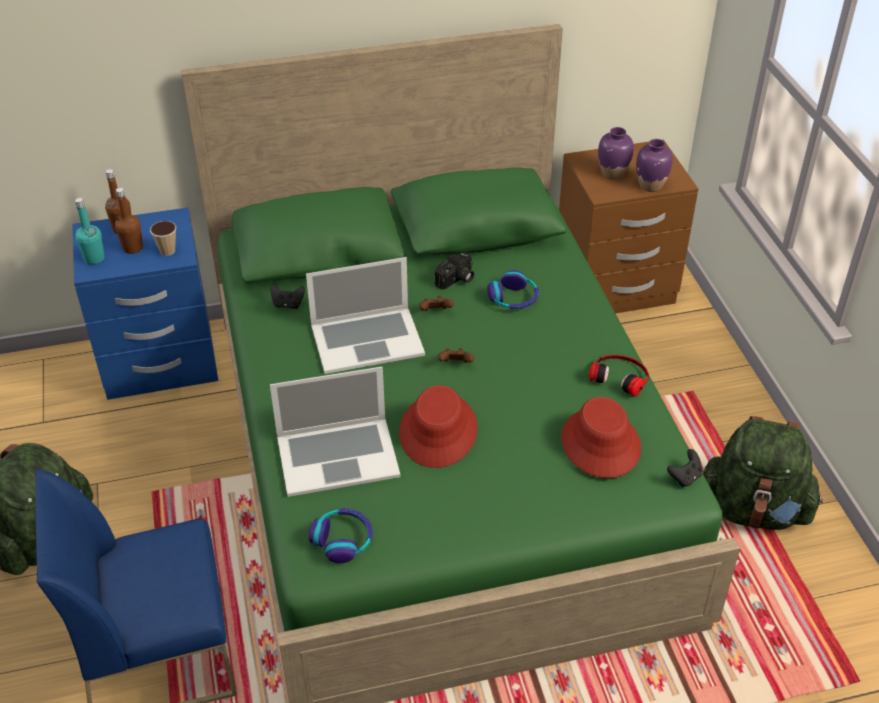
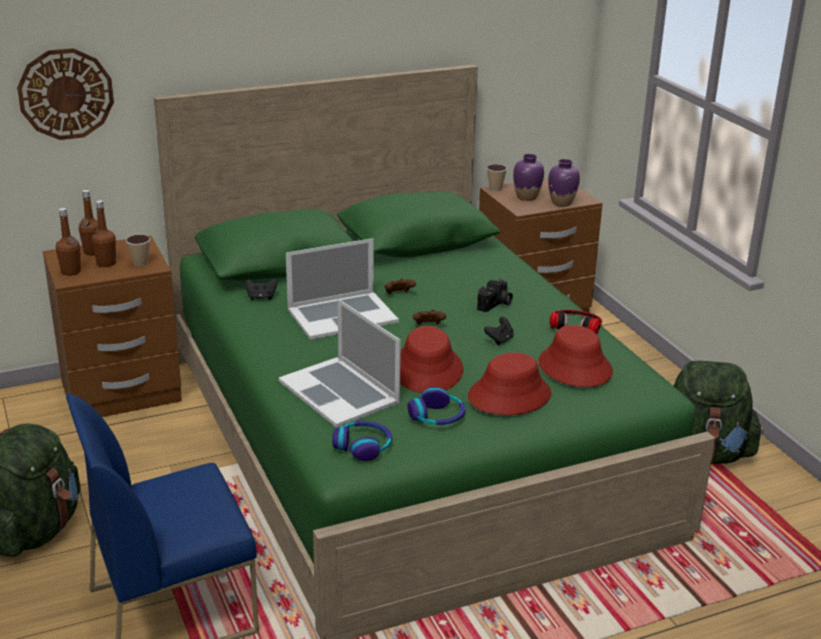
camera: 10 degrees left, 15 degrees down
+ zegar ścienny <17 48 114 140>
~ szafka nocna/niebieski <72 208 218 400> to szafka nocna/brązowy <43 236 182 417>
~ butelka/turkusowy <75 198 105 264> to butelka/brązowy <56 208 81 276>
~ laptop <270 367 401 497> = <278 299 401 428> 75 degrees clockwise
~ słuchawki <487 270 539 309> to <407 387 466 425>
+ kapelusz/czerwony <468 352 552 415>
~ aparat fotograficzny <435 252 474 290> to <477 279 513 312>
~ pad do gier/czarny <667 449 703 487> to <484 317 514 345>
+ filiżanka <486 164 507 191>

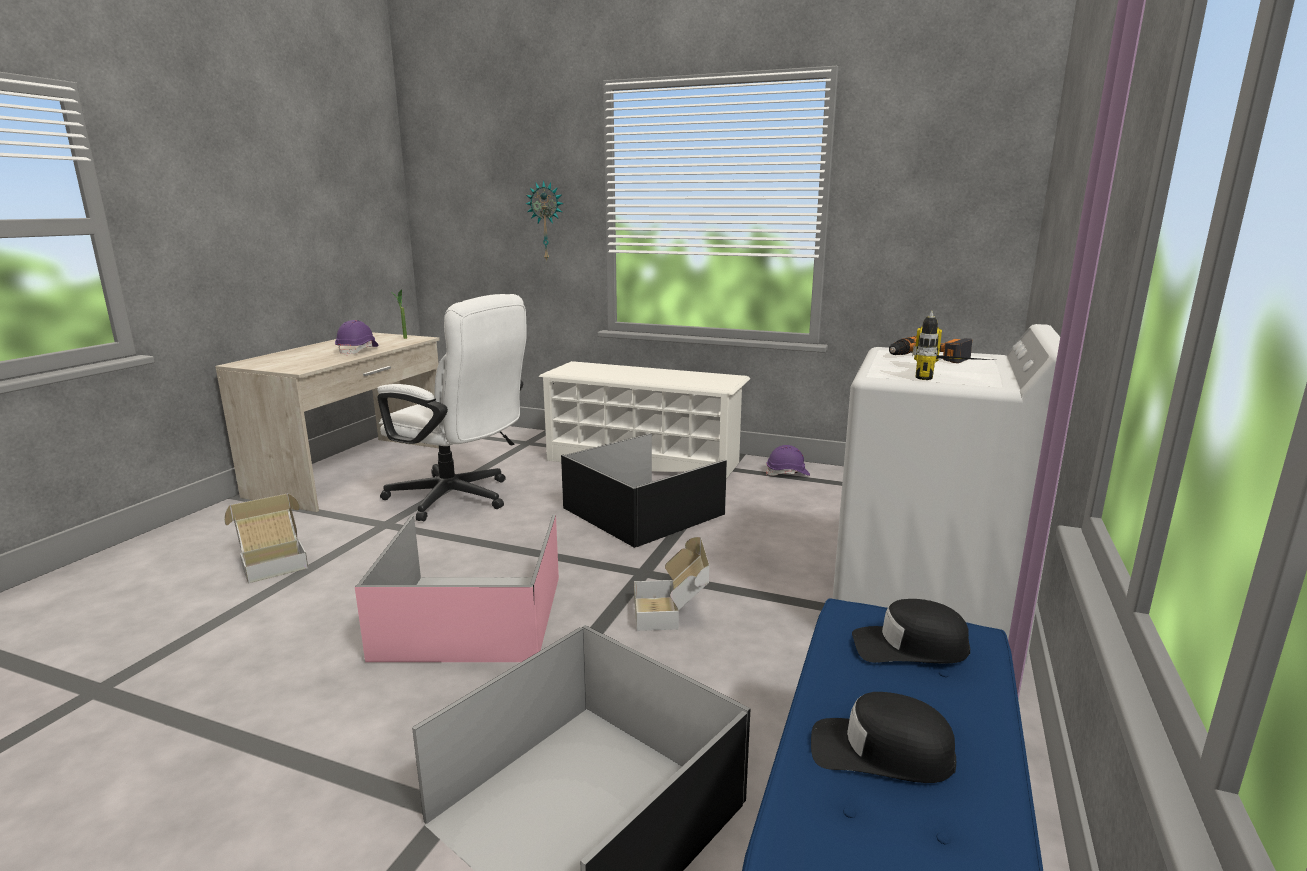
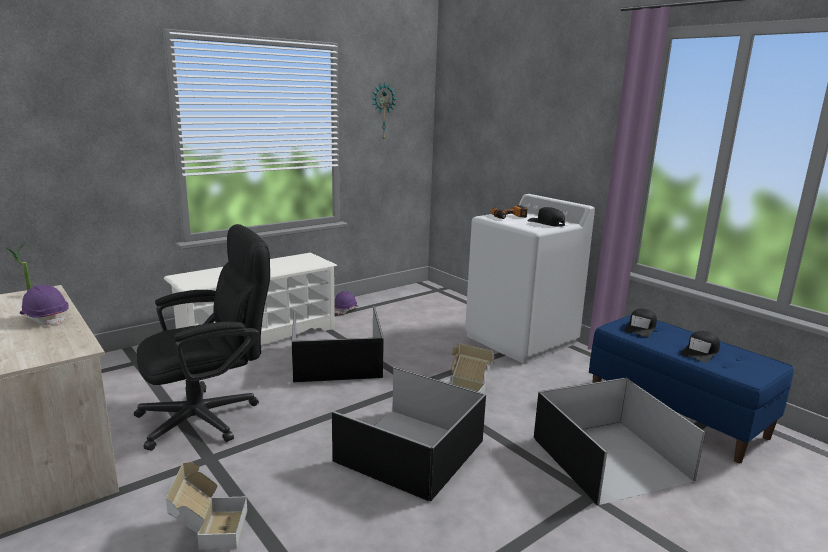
camera: 60 degrees left, 0 degrees up
~ krzesło biurowe/biały <377 294 527 522> to krzesło biurowe/czarny <134 224 270 451>
~ pojemnik do przechowywania/różowy <355 515 559 662> to pojemnik do przechowywania/czarny <332 367 486 501>
~ zegar ścienny <525 180 564 261> to <372 83 396 139>
~ wiertarka <912 311 992 380> to czapka z daszkiem/czarny <527 207 565 227>

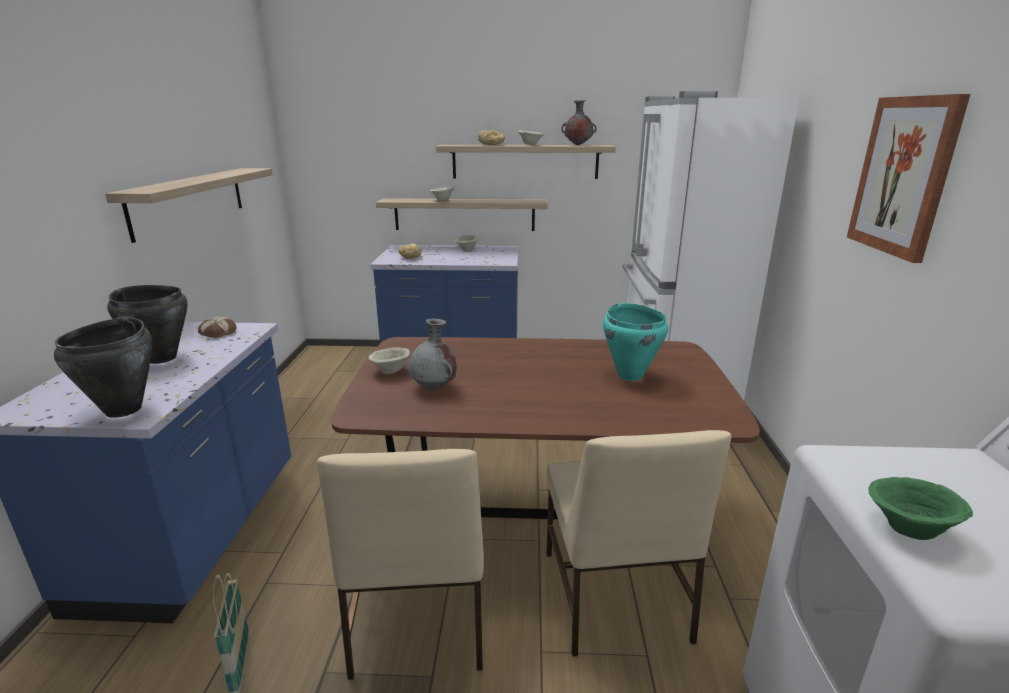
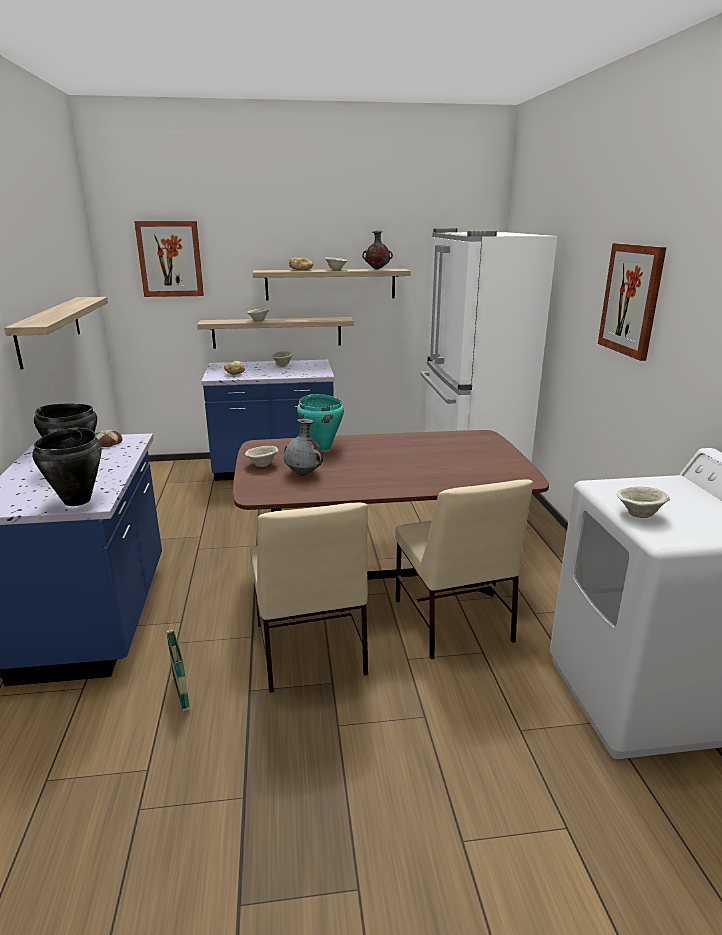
camera: 10 degrees left, 0 degrees up
+ obraz <134 221 204 297>
~ garnek/turkusowy <603 303 668 381> to <297 394 344 451>
~ miska/zielony <868 477 973 540> to miska/beżowy <617 486 670 518>

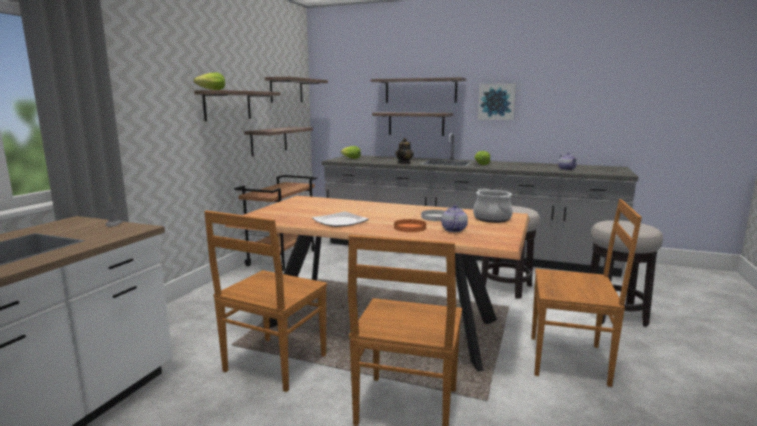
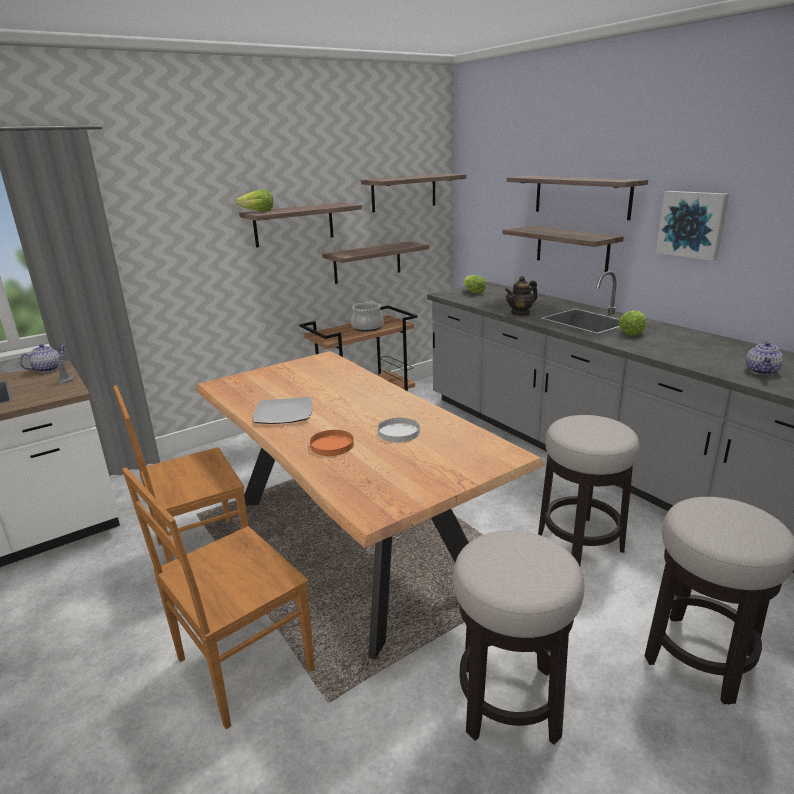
camera: 35 degrees right, 10 degrees up
~ imbryk <441 205 468 232> to <19 344 66 373>
~ garnek <473 189 513 223> to <351 301 384 331>
~ krzesło/brązowy <532 199 642 387> to stołek <453 530 584 745>

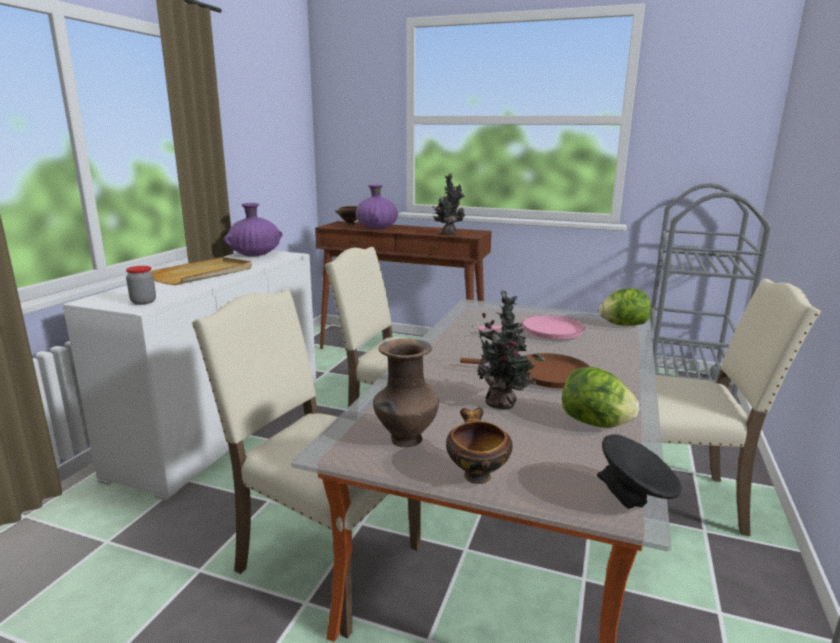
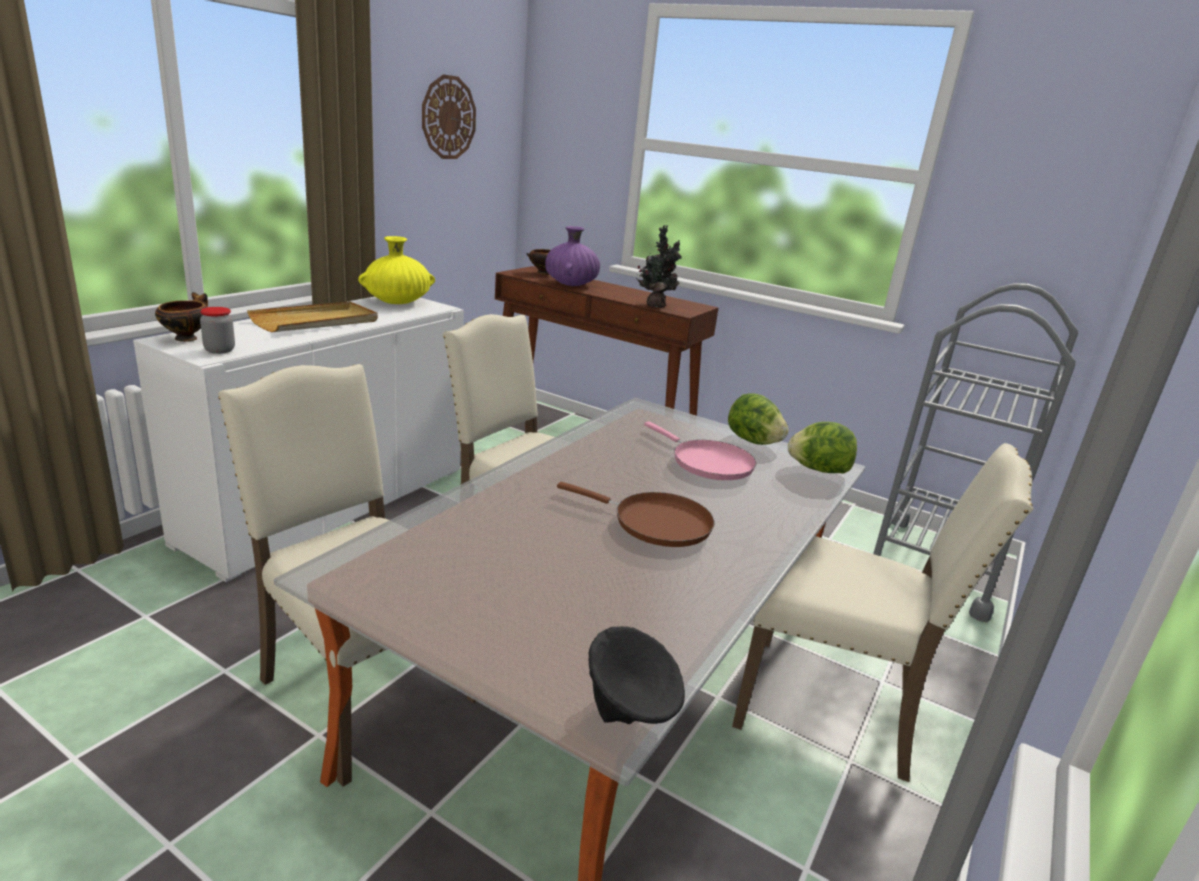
camera: 10 degrees right, 5 degrees up
~ miska <446 407 512 484> to <155 292 208 342>
~ wazon/fioletowy <224 203 282 256> to wazon/żółty <358 236 435 304>
+ zegar ścienny <422 74 476 159>
~ patelnia/różowy <478 315 585 340> = <644 422 756 480> 45 degrees clockwise
~ sałata <562 367 639 428> to <728 394 789 445>
- wazon/brązowy <373 338 439 447>
- roślina doniczkowa <472 290 544 410>

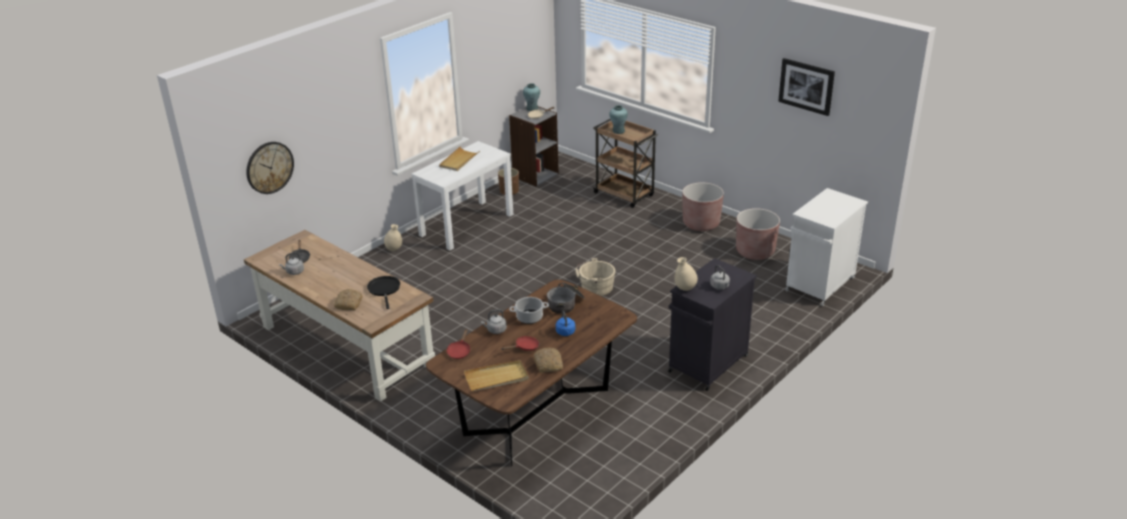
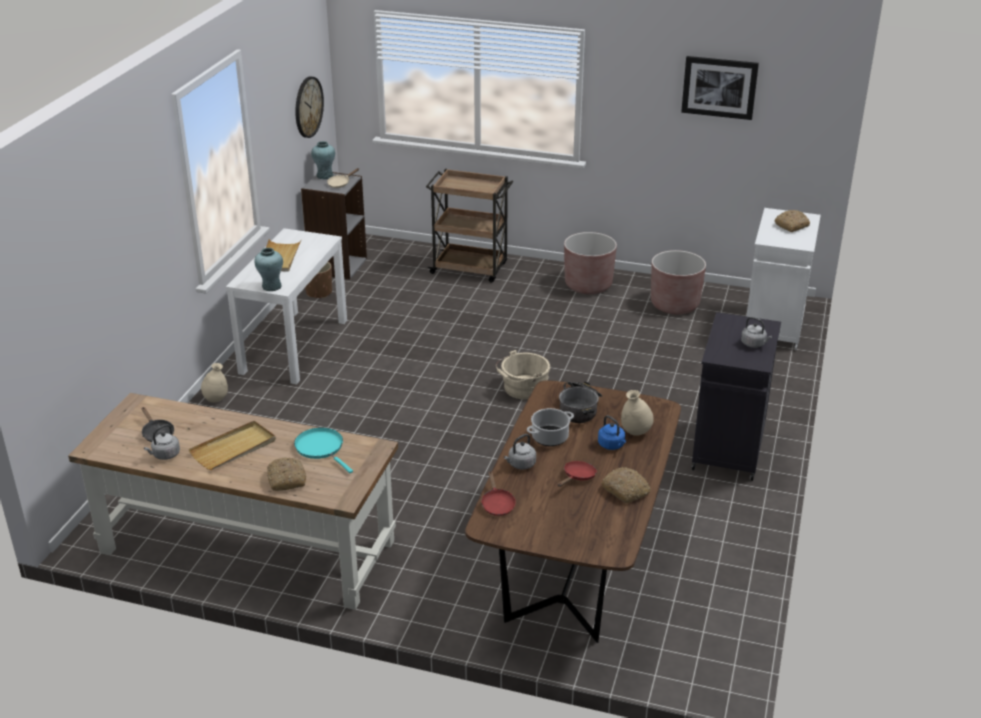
camera: 25 degrees left, 0 degrees up
~ taca/beżowy <464 360 529 391> to <189 421 276 470>
~ wazon/turkusowy <609 105 628 134> to <254 248 283 291>
~ patelnia/czarny <367 276 400 309> to patelnia/turkusowy <294 427 353 473>
~ zegar ścienny <246 142 294 194> to <295 76 324 138>
~ wazon/beżowy <675 257 698 291> to <621 390 654 436>
+ chleb <775 210 810 232>

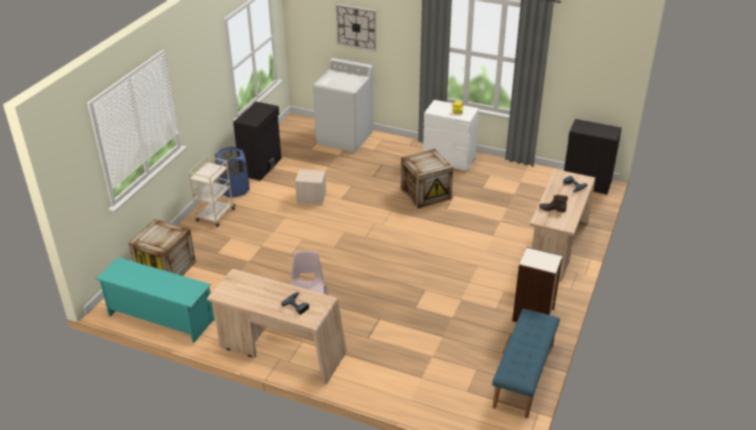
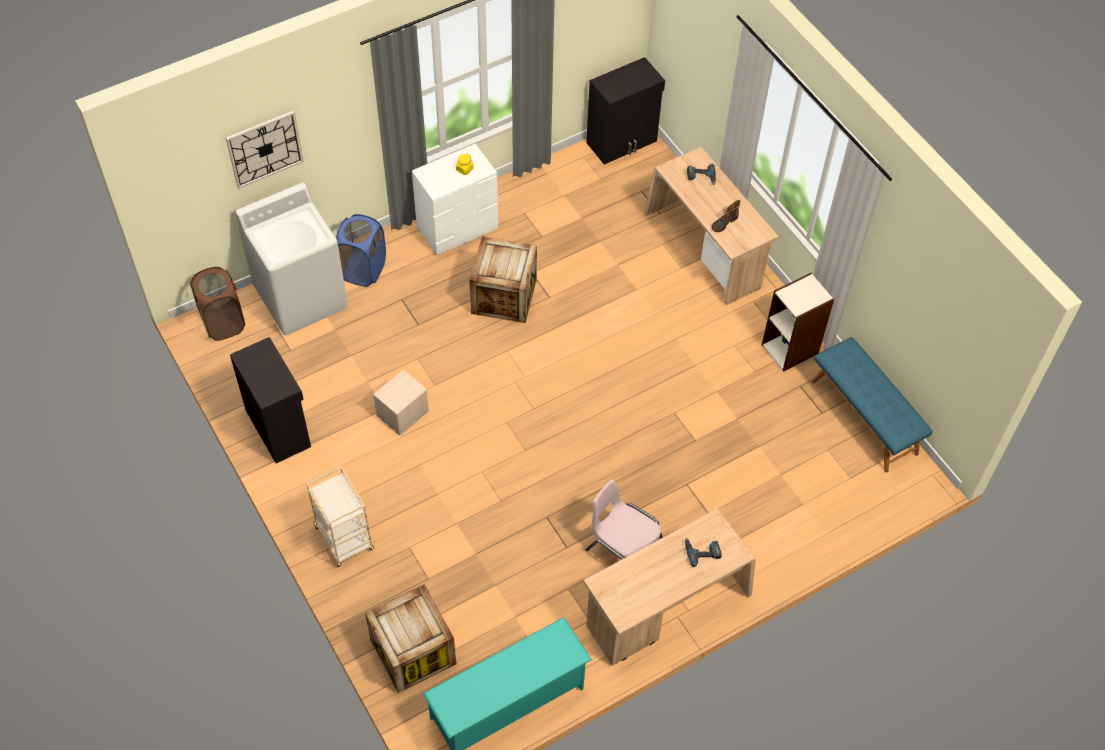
camera: 55 degrees left, 20 degrees up
+ kosz na pranie/brązowy <190 267 245 341>
~ kosz na pranie/niebieski <215 147 249 198> to <336 214 386 287>

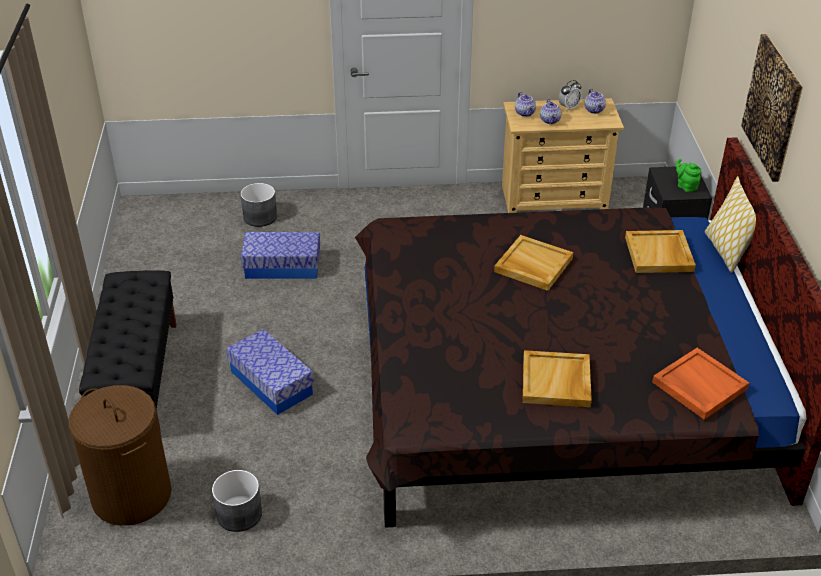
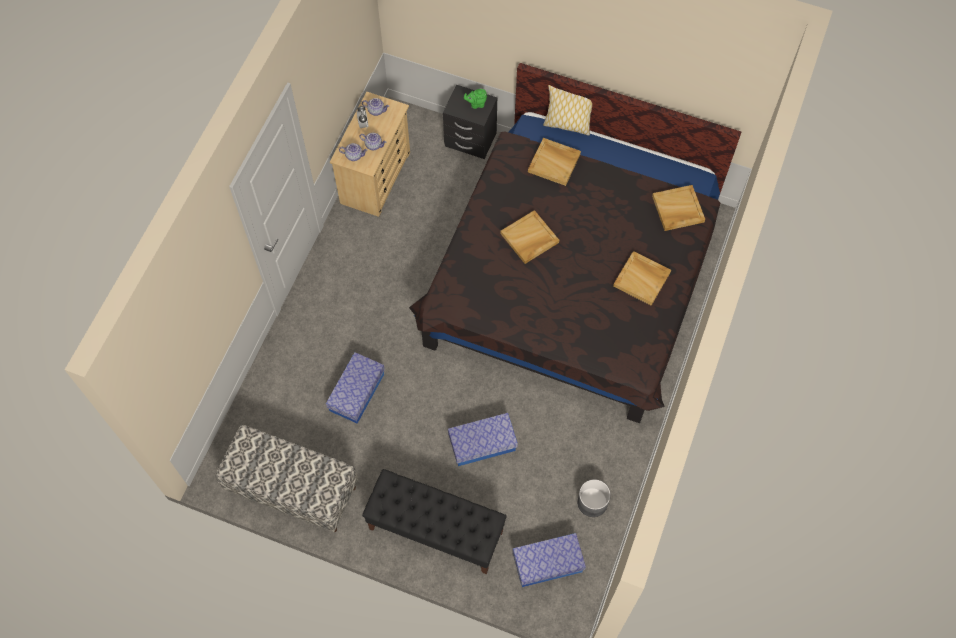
camera: 65 degrees left, 25 degrees up
+ ławka <215 425 358 532>
~ kosz na pranie/brązowy <68 385 172 526> to pojemnik do przechowywania <512 533 586 587>
~ taca/pomarańczowy <652 348 749 420> to taca/beżowy <652 185 705 231>
- donica/szary <240 183 277 227>
- obraz <741 34 803 182>

